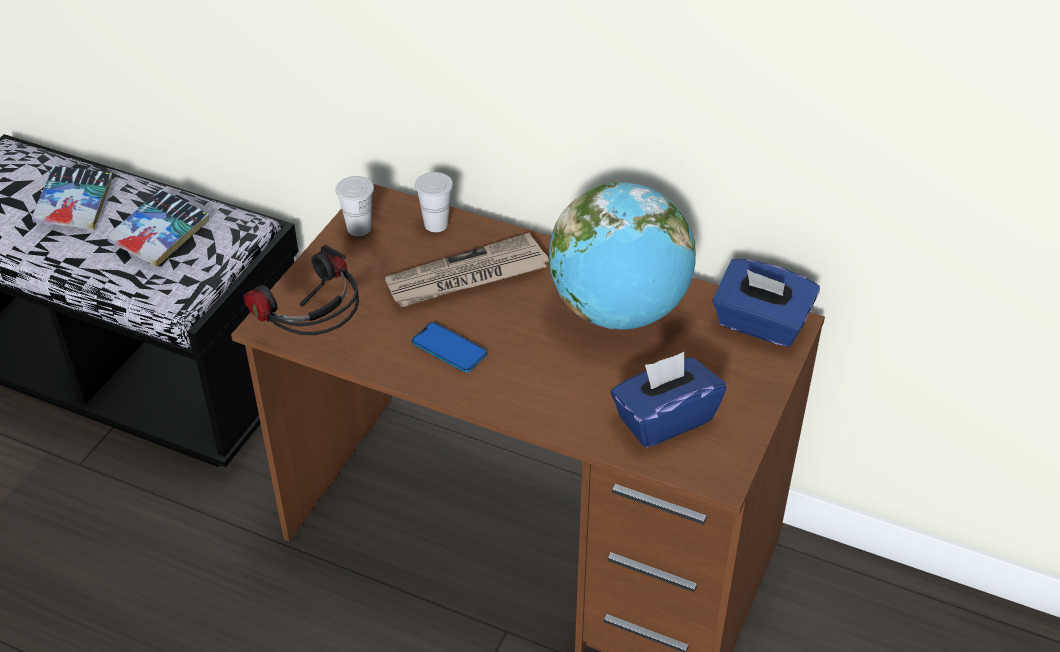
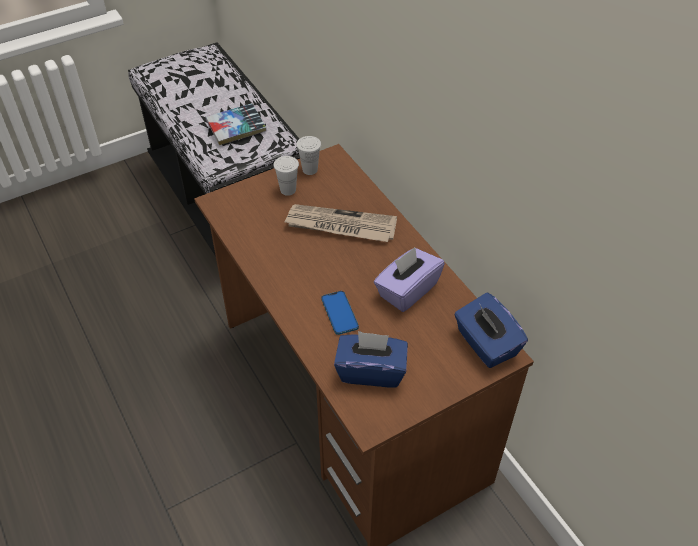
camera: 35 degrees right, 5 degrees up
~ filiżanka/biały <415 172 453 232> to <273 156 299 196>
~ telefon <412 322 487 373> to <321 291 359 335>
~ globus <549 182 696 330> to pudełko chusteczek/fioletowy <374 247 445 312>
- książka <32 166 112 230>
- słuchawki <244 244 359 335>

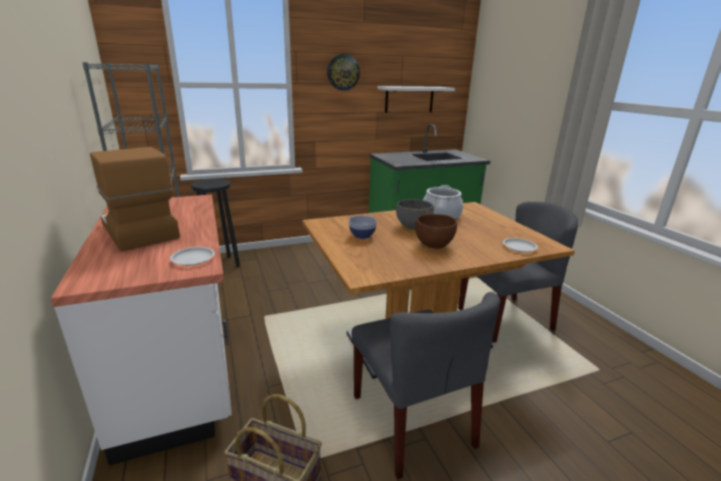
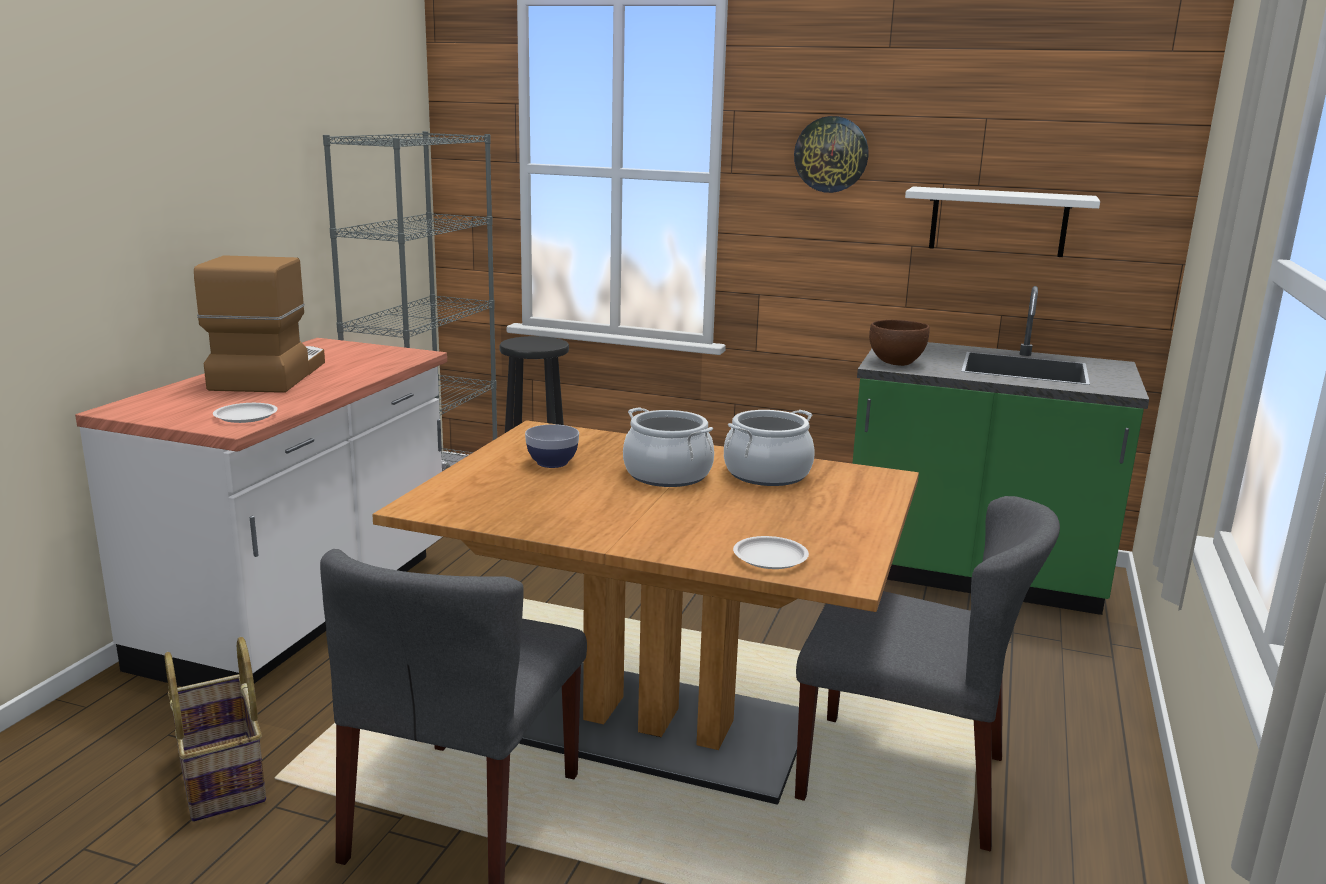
camera: 40 degrees right, 5 degrees down
~ miska/szary <396 199 434 230> to garnek <623 408 714 487>
~ miska/brązowy <415 214 457 249> to <869 320 930 366>

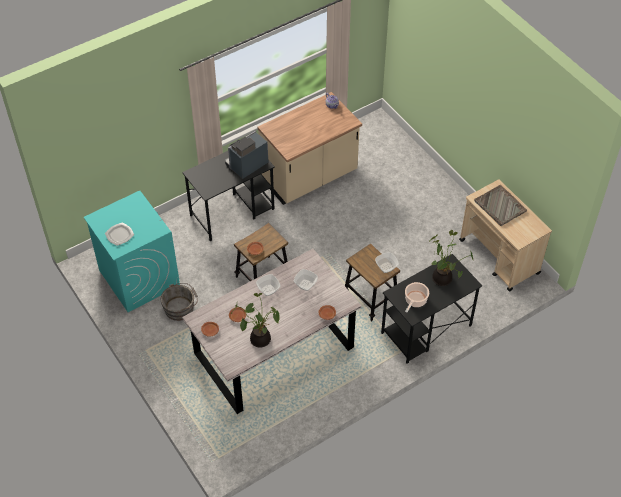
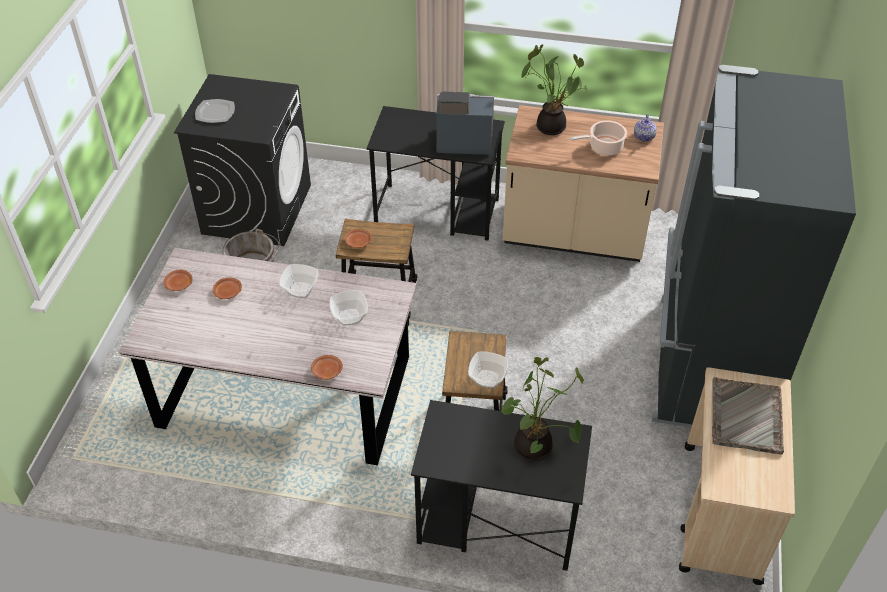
camera: 45 degrees right, 5 degrees down
~ pralka/turkusowy <84 191 180 312> to pralka/czarny <174 74 311 246>
~ roślina doniczkowa <231 293 280 348> to <521 44 588 135>
~ garnek <405 282 429 313> to <570 120 627 155>
+ lodówka/czarny <652 65 856 427>

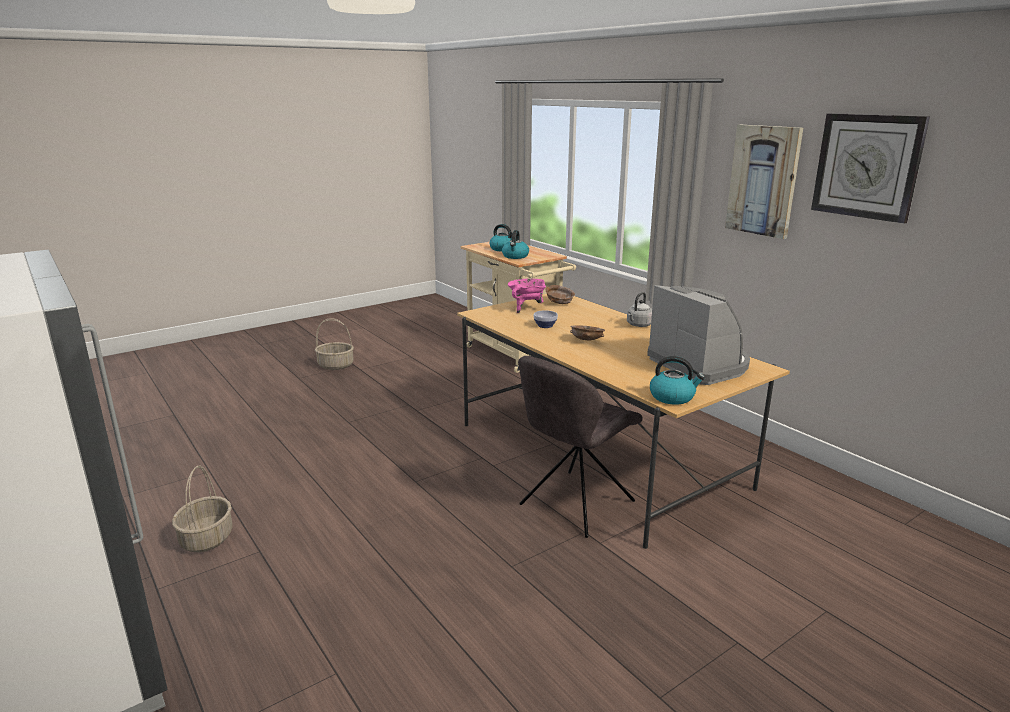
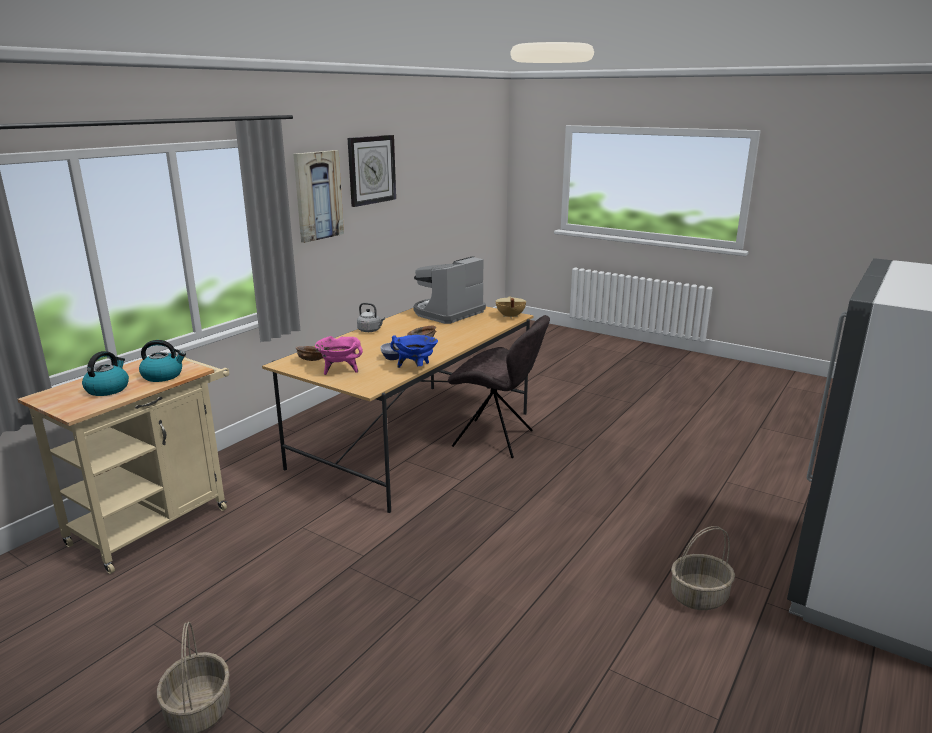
camera: 110 degrees left, 0 degrees up
+ garnek/niebieski <391 335 438 368>
~ czajnik <650 356 705 405> to garnek/beżowy <495 296 526 319>

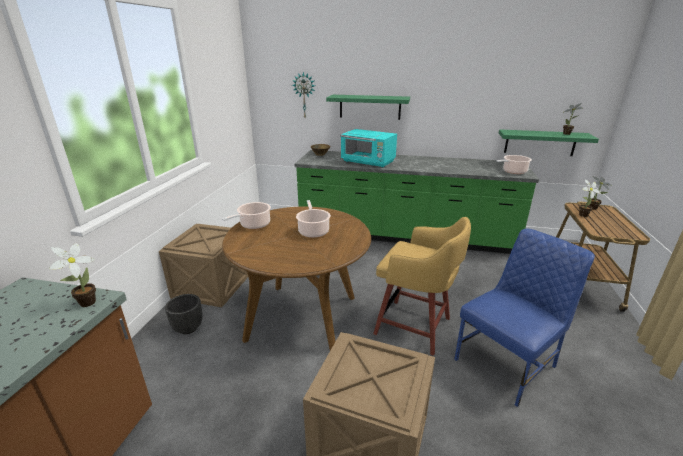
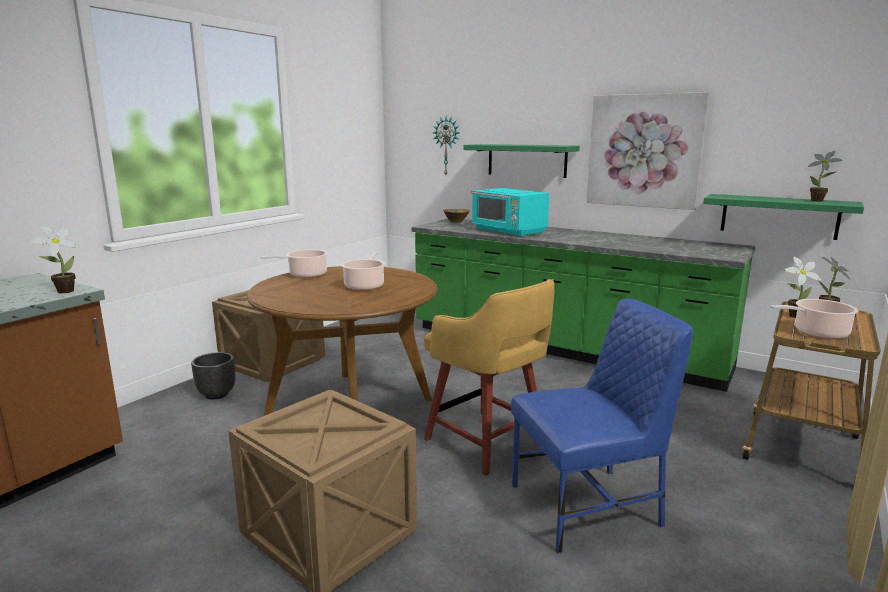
camera: 20 degrees right, 10 degrees down
+ obraz <587 92 709 210>
~ garnek <496 155 532 174> to <770 299 859 339>

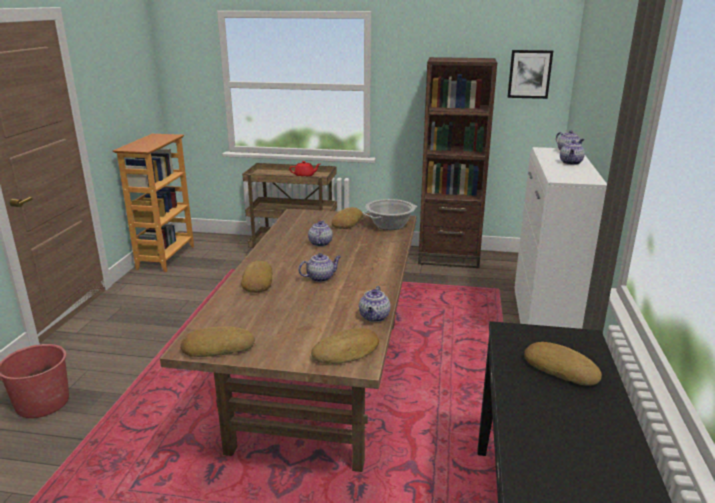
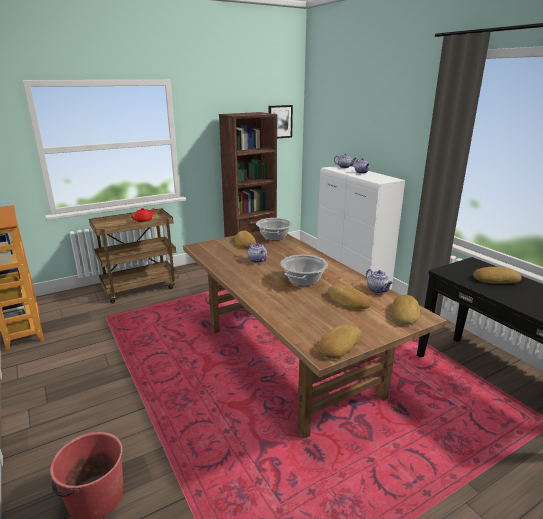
camera: 40 degrees left, 0 degrees up
~ imbryk <299 253 341 282> to garnek <281 255 328 286>
~ chleb <241 261 273 293> to <328 284 372 310>

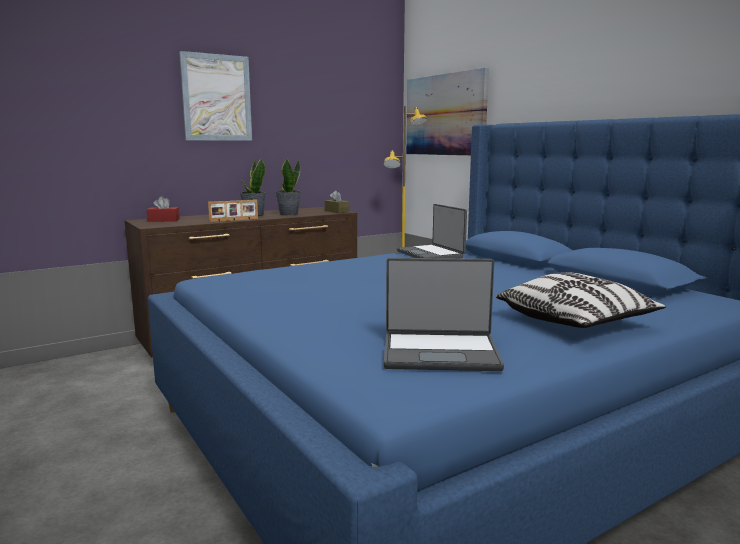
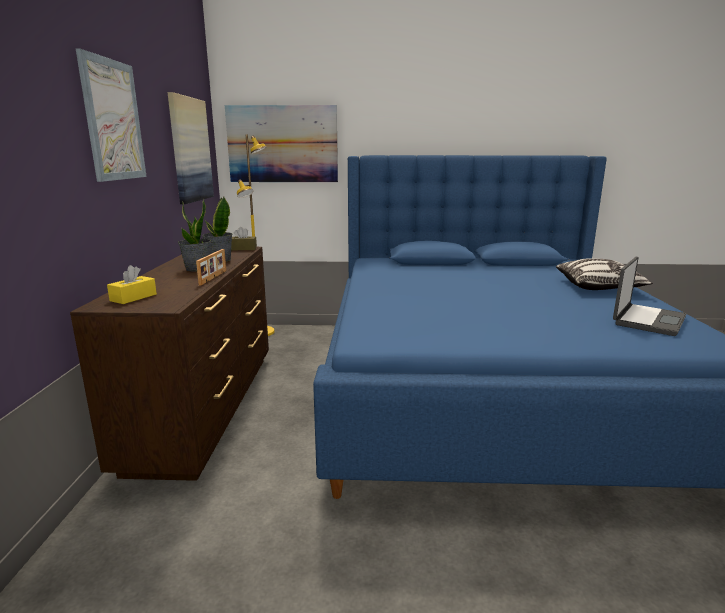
camera: 55 degrees left, 5 degrees up
~ pudełko chusteczek/czerwony <147 196 180 222> to pudełko chusteczek/żółty <107 265 157 304>
+ obraz <168 92 214 204>
- laptop <397 204 467 258>

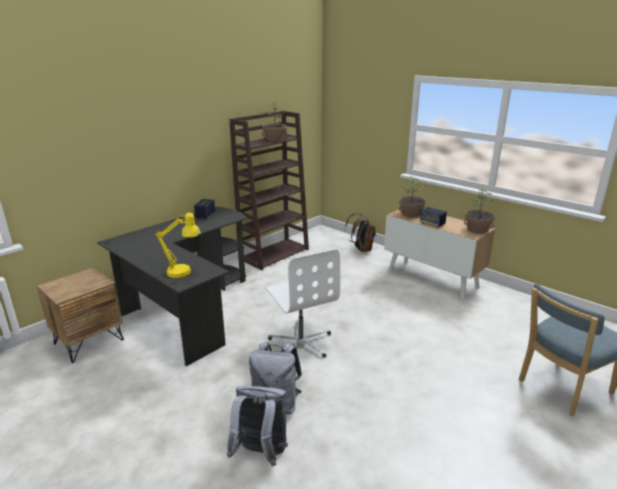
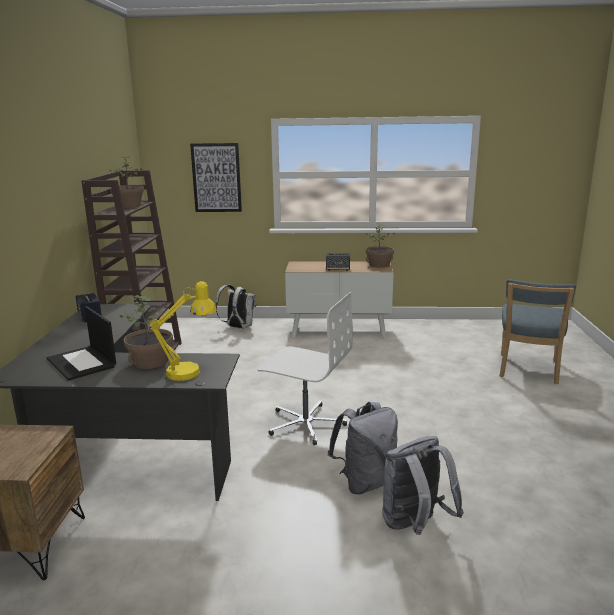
camera: 40 degrees left, 5 degrees down
+ laptop <47 306 116 381>
~ roślina doniczkowa <399 176 427 217> to <120 295 173 369>
+ obraz <190 143 242 212>
~ plecak/brązowy <345 213 376 252> to plecak/biały <216 285 257 329>

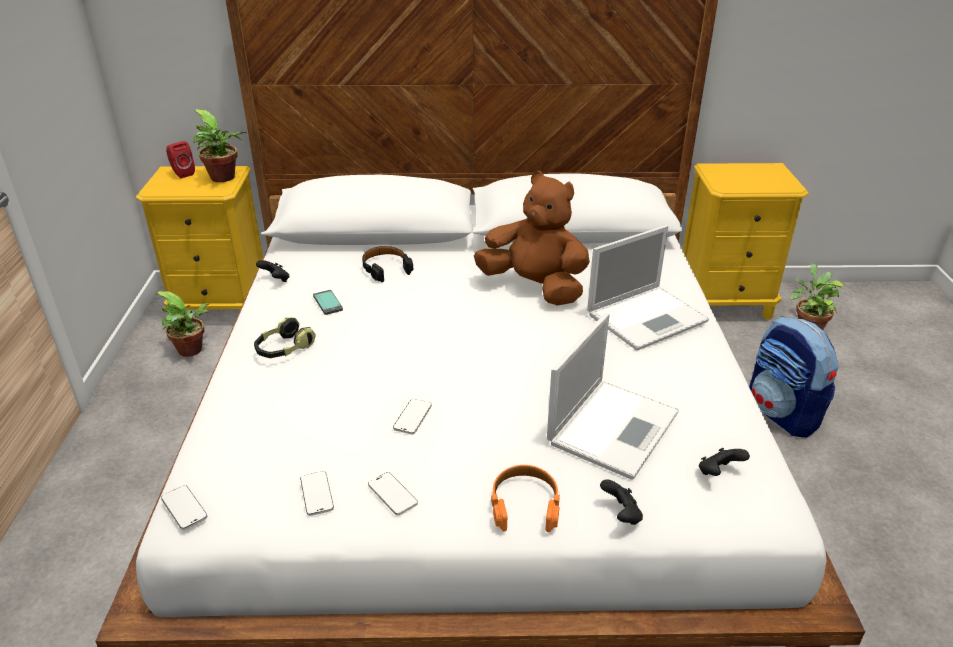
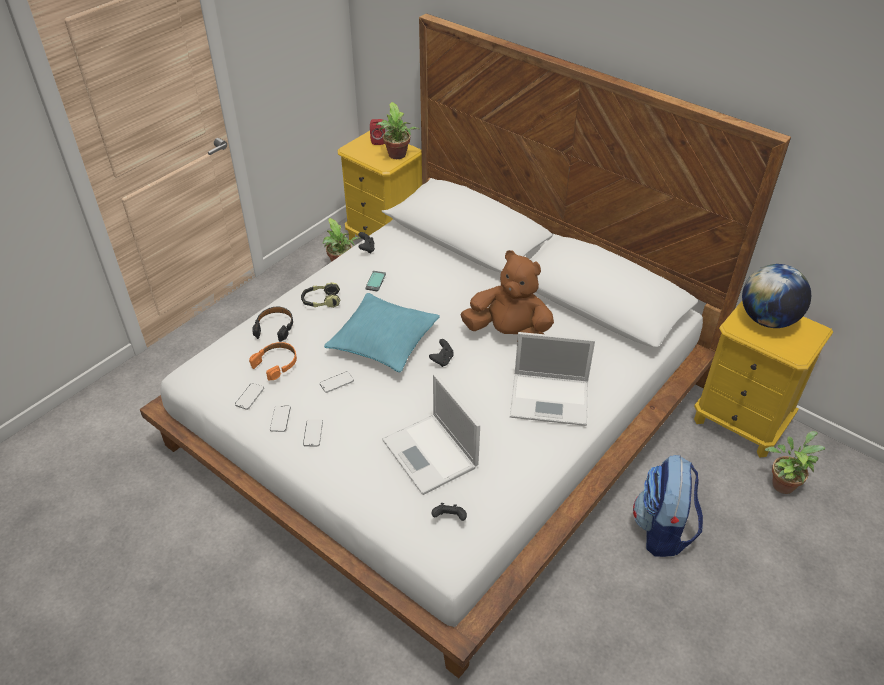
camera: 40 degrees right, 10 degrees up
~ słuchawki/pomarańczowy <491 465 560 532> to <249 342 297 381>
~ słuchawki/czarny <362 246 413 282> to <252 307 293 342>
~ telefon <161 485 207 530> to <303 419 323 447>
+ poduszka/turkusowy <324 293 440 372>
~ laptop <547 313 679 480> = <382 374 480 495> 75 degrees clockwise
~ pad do gier/czarny <600 479 643 525> to <429 339 454 367>
~ pluszak/brązowy <474 171 590 306> = <460 250 554 340> 45 degrees counterclockwise
+ globus <742 264 811 328>

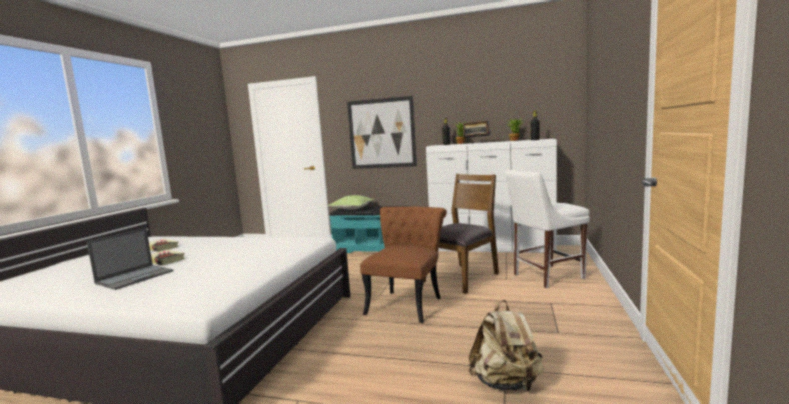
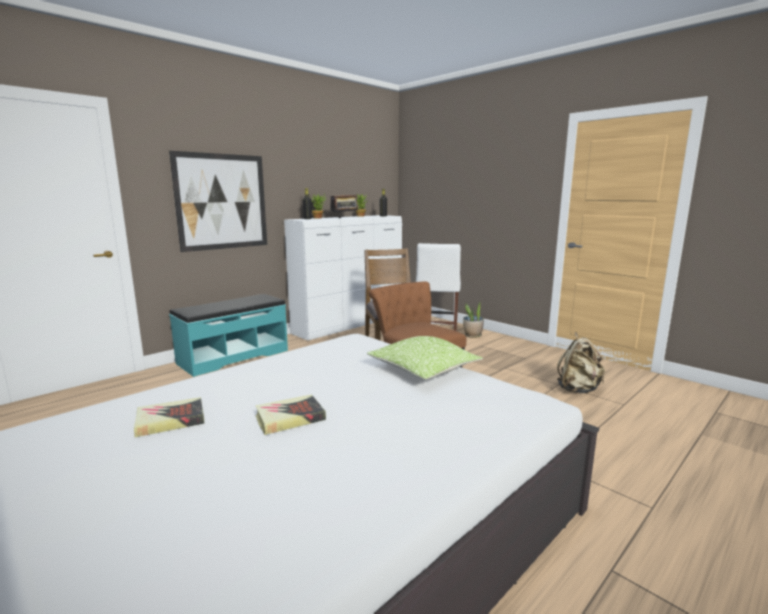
camera: 60 degrees left, 5 degrees up
~ poduszka <328 195 374 210> to <367 336 483 379>
+ roślina doniczkowa <463 302 484 338>
- laptop <87 228 174 290>

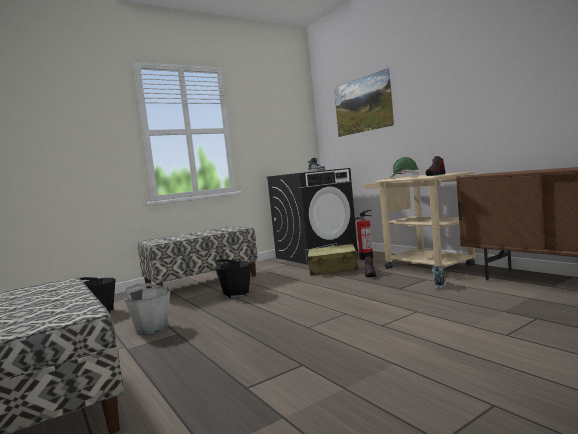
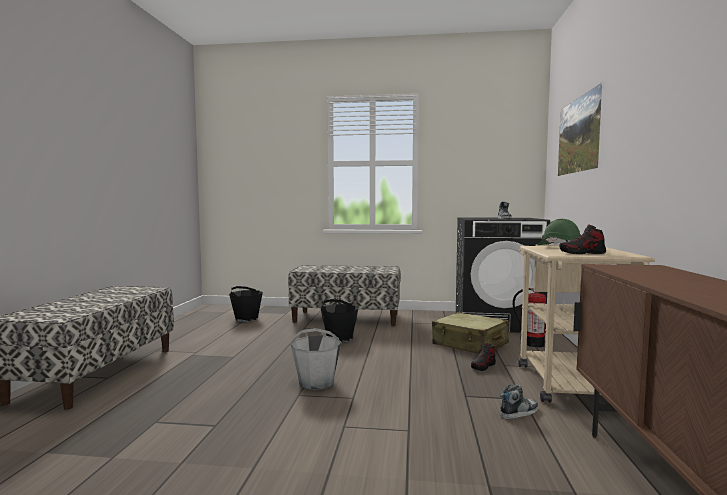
camera: 40 degrees right, 0 degrees up
~ wiadro/szary <123 283 170 335> to <291 328 341 390>

